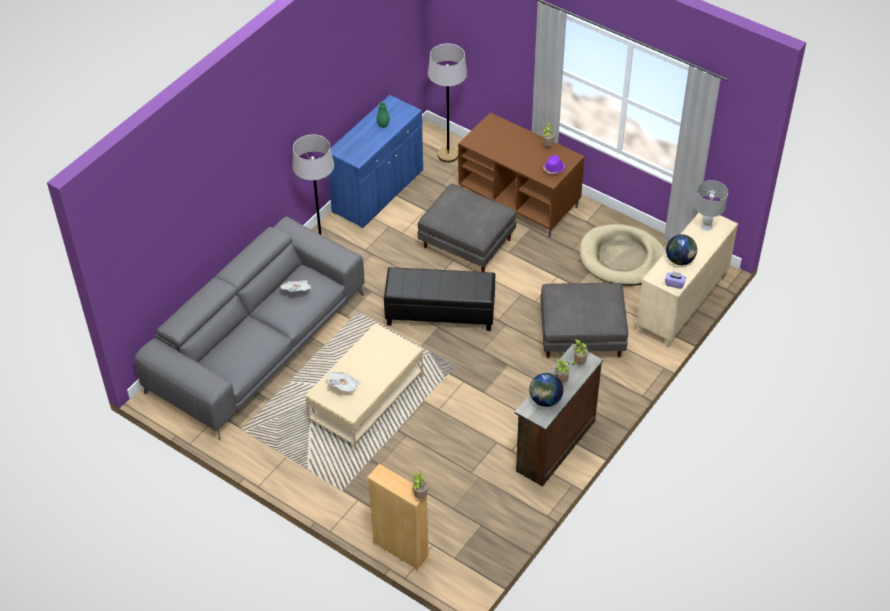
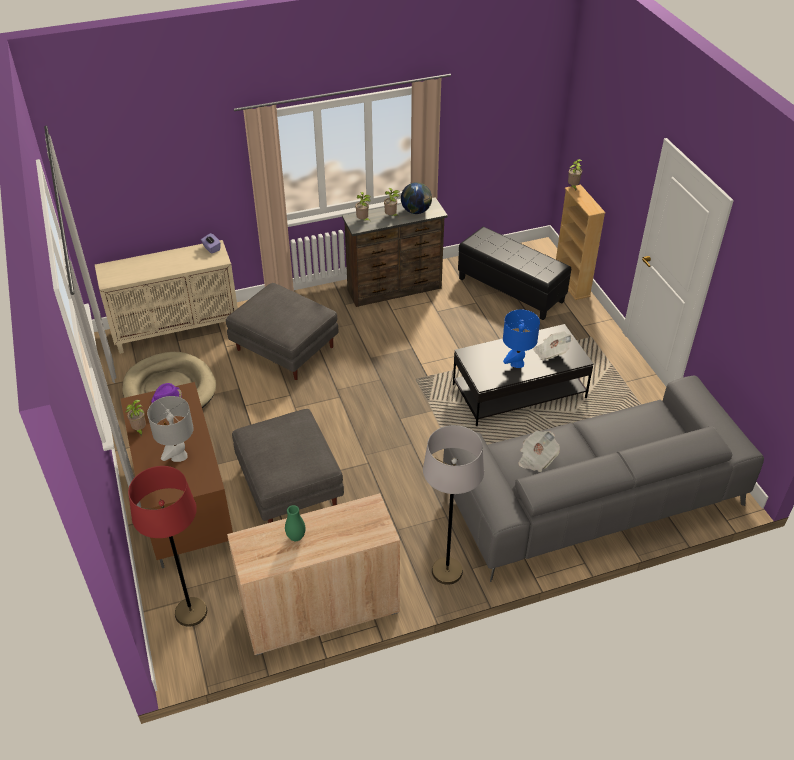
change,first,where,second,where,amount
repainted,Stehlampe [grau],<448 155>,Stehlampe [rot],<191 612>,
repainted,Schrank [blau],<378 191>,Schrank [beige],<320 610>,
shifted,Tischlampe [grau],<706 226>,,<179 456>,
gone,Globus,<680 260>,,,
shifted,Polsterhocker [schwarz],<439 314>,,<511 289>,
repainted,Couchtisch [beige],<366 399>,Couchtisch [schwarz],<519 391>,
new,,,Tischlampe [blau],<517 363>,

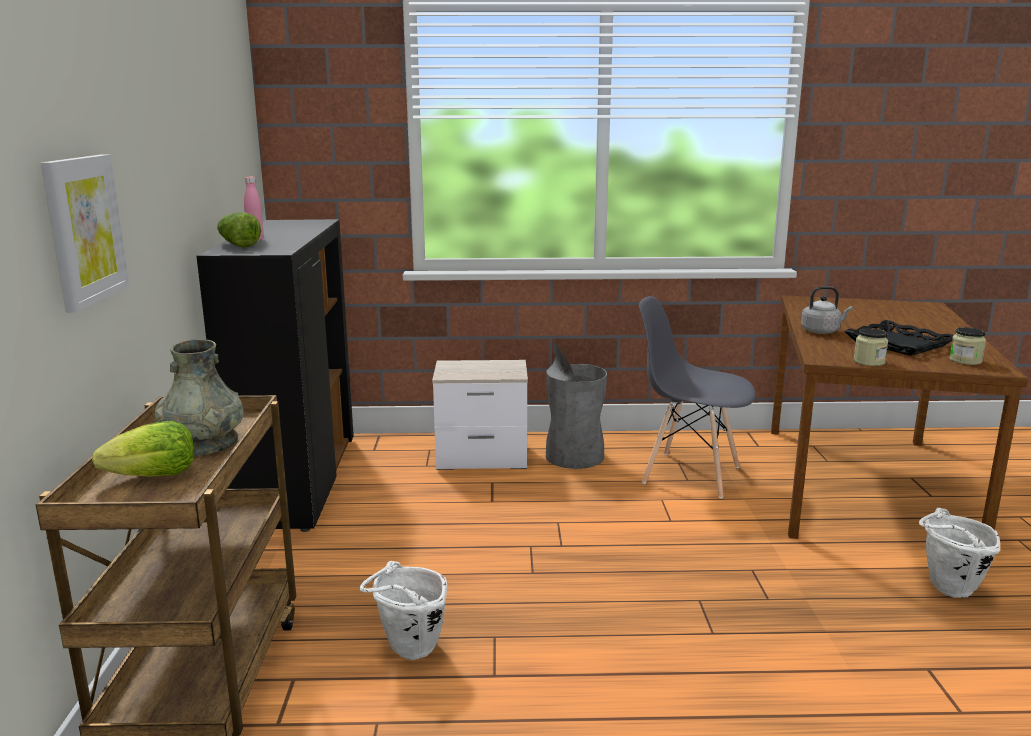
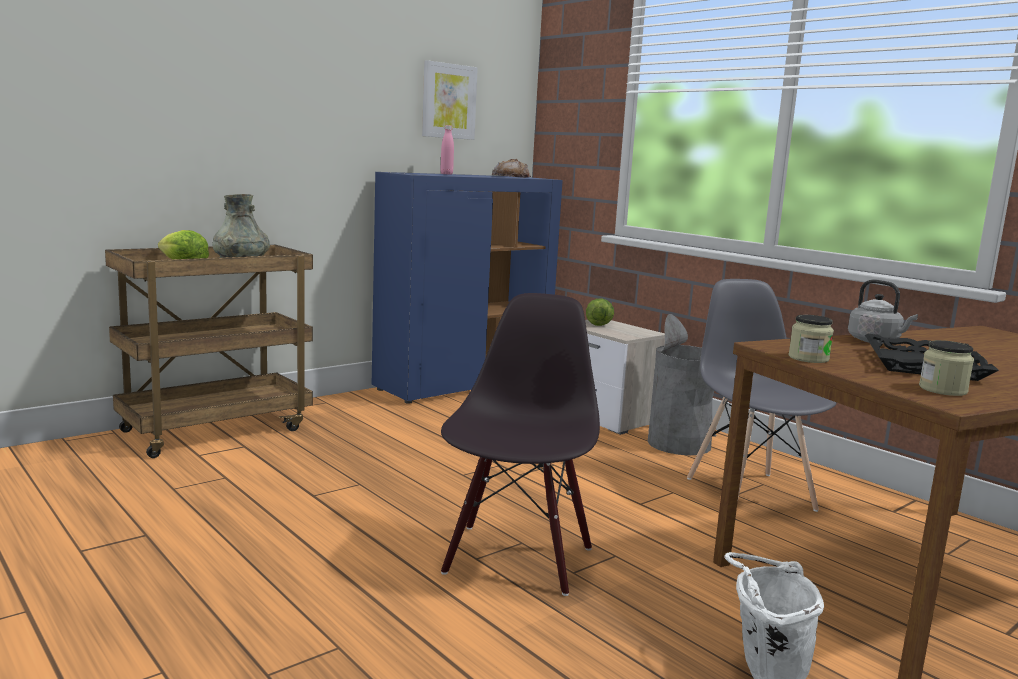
change,first,where,second,where,amount
shifted,Bild,<84 230>,,<448 101>,
shifted,Salatkopf,<238 245>,,<598 323>,
repainted,Schrank [schwarz],<298 481>,Schrank [blau],<464 384>,
gone,Eimer [weiß],<408 652>,,,
new,,,Brot,<511 177>,
new,,,Stuhl [schwarz],<516 559>,

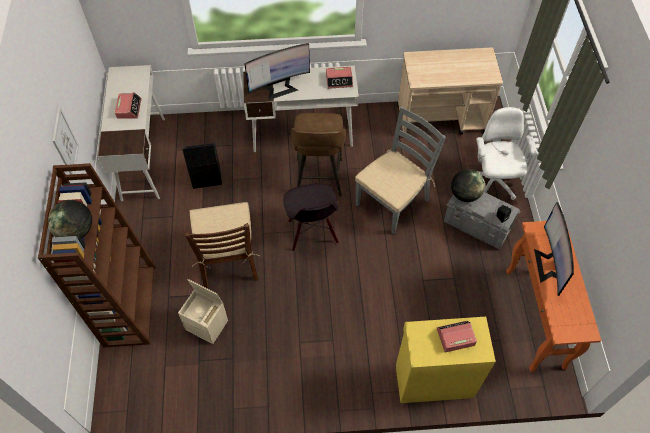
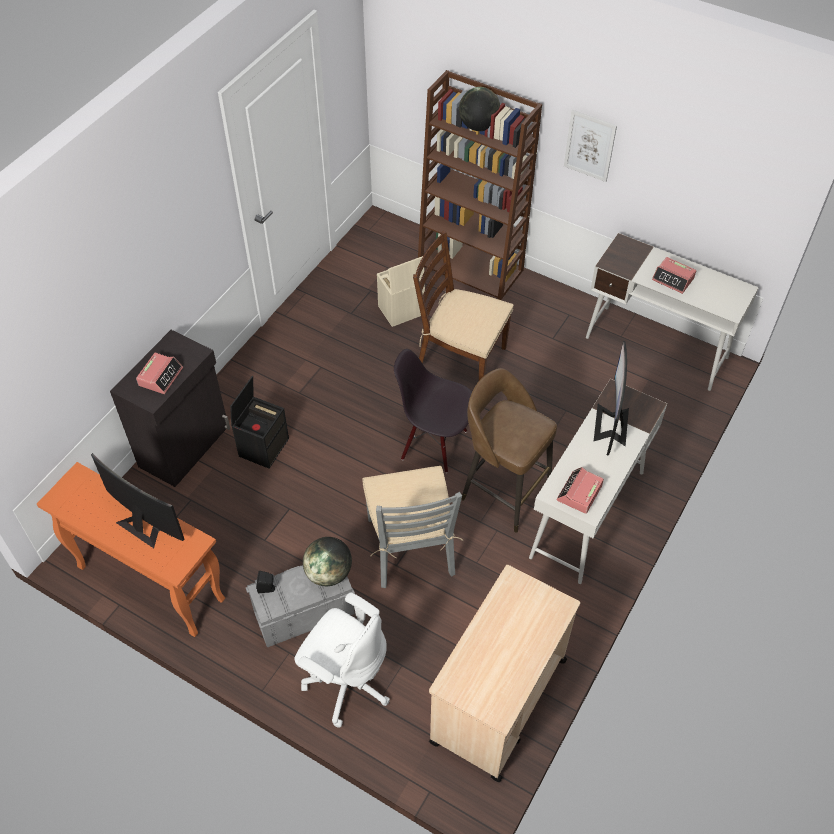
change,first,where,second,where,amount
shifted,Aufbewahrungsbox [schwarz],<205 177>,,<263 446>,
repainted,Schrank [gelb],<433 380>,Schrank [schwarz],<185 446>,

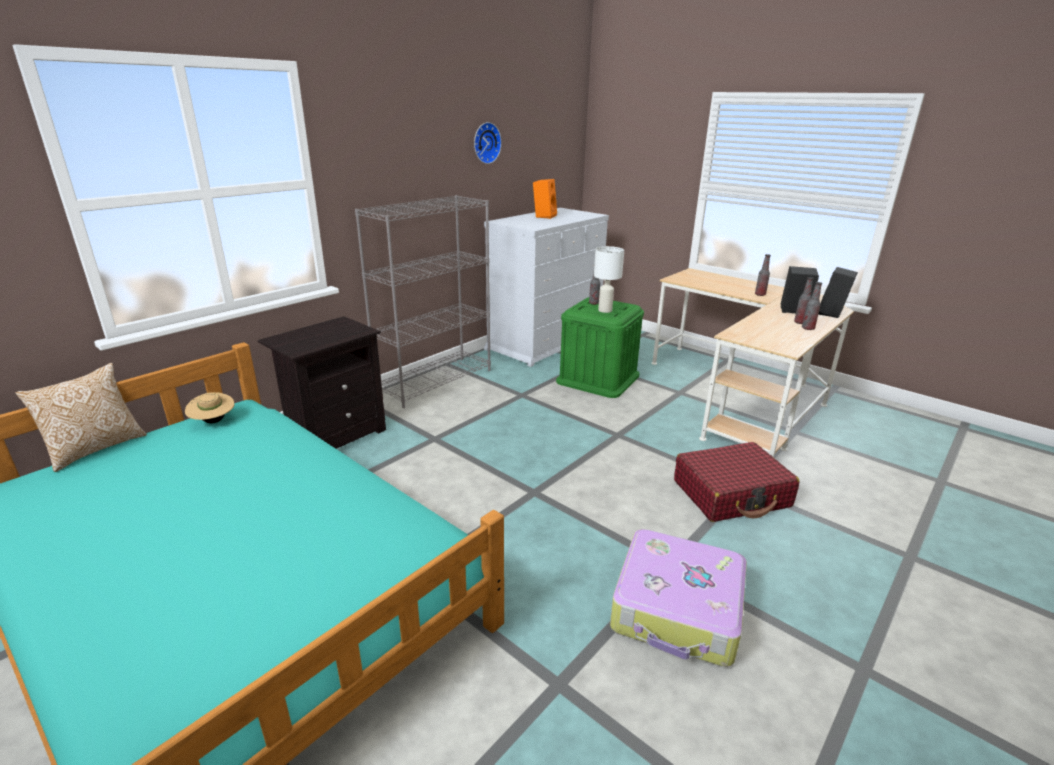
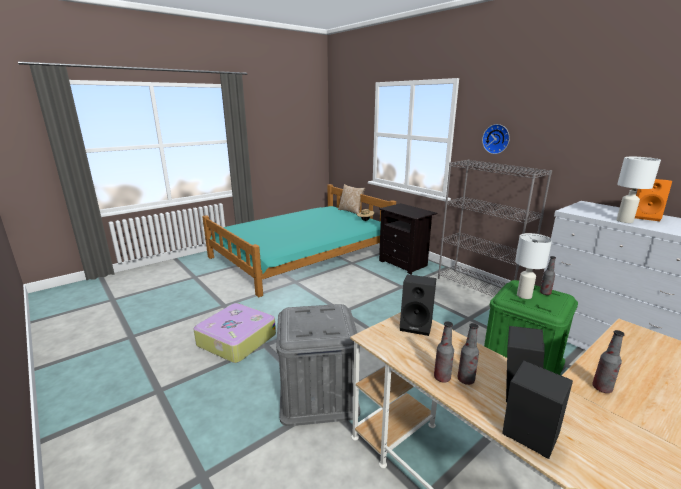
change,first,where,second,where,amount
shifted,Wanduhr,<485 143>,,<496 139>,
swapped,Koffer [rot],<731 494>,Aufbewahrungsbox [grau],<318 393>,
new,,,Tischlampe [weiß],<624 221>,
new,,,Lautsprecher [schwarz],<417 325>,

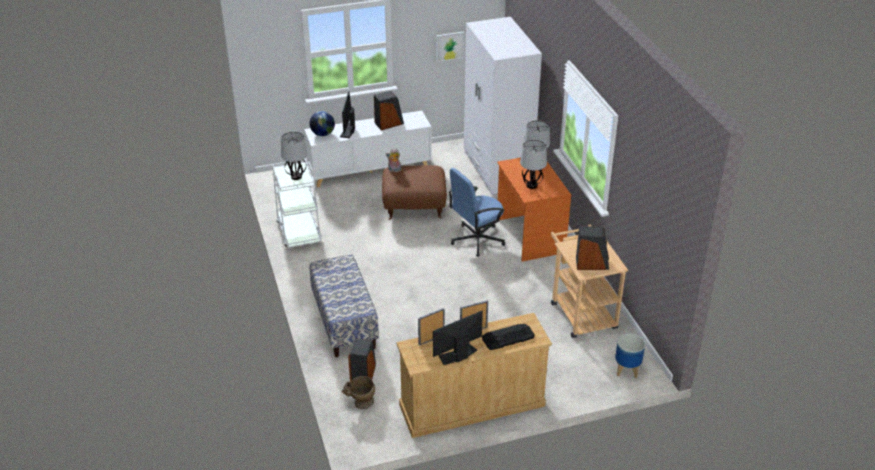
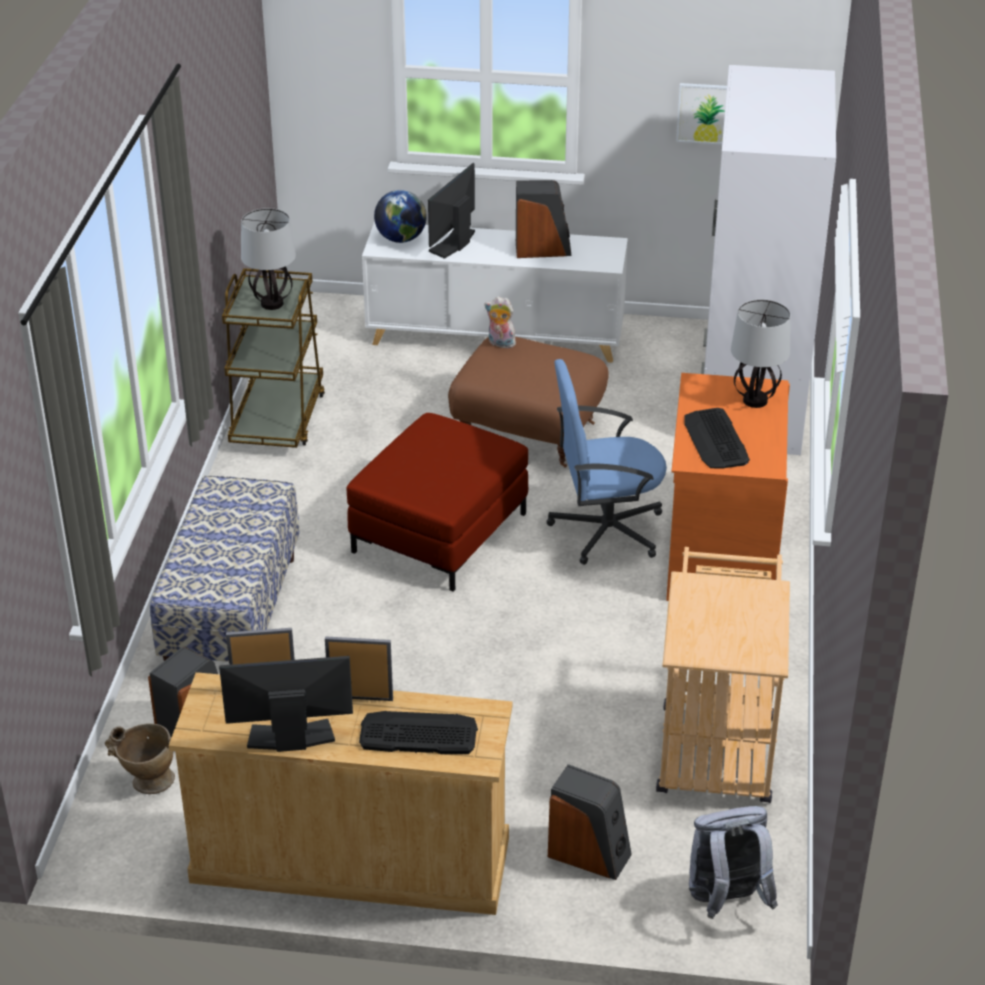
change,first,where,second,where,amount
swapped,Tischlampe,<532 185>,Tastatur,<715 440>,
repainted,Rollwagen [weiß],<299 232>,Rollwagen [braun],<278 419>,
shifted,Lautsprecher,<592 264>,,<589 853>,
swapped,Pflanzkübel,<627 370>,Rucksack [grau],<726 901>,
new,,,Polsterhocker [rot],<439 532>,

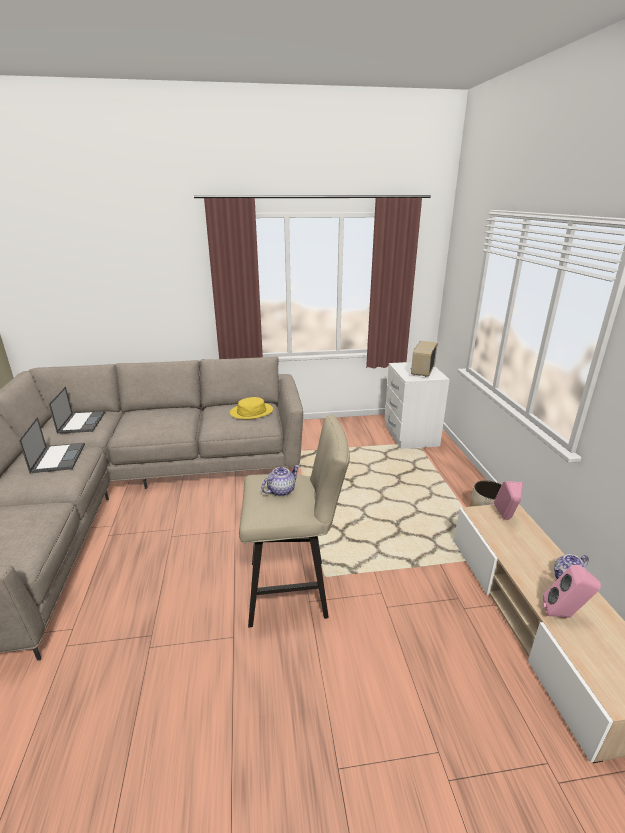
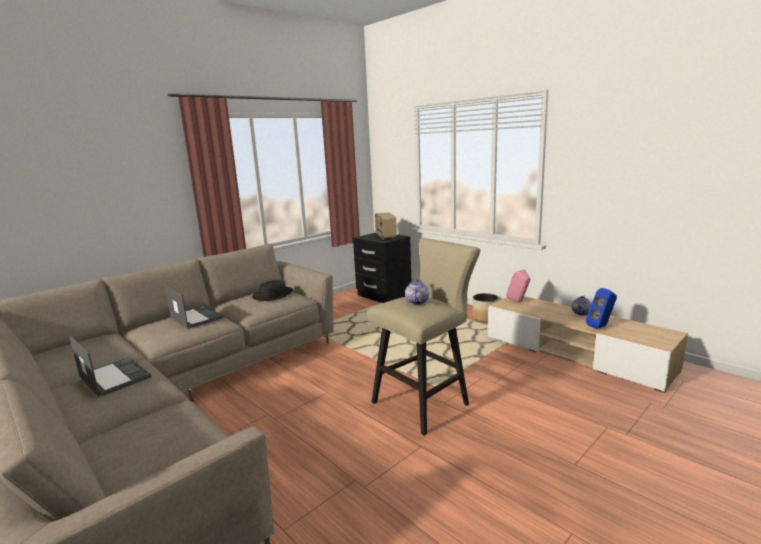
change,first,where,second,where,amount
repainted,Nachttisch [weiß],<410 435>,Nachttisch [schwarz],<383 295>,
shifted,Laptop,<81 422>,,<196 317>,
repainted,Hut [gelb],<251 412>,Hut [schwarz],<272 294>,
repainted,Lautsprecher [rosa],<563 615>,Lautsprecher [blau],<601 327>,

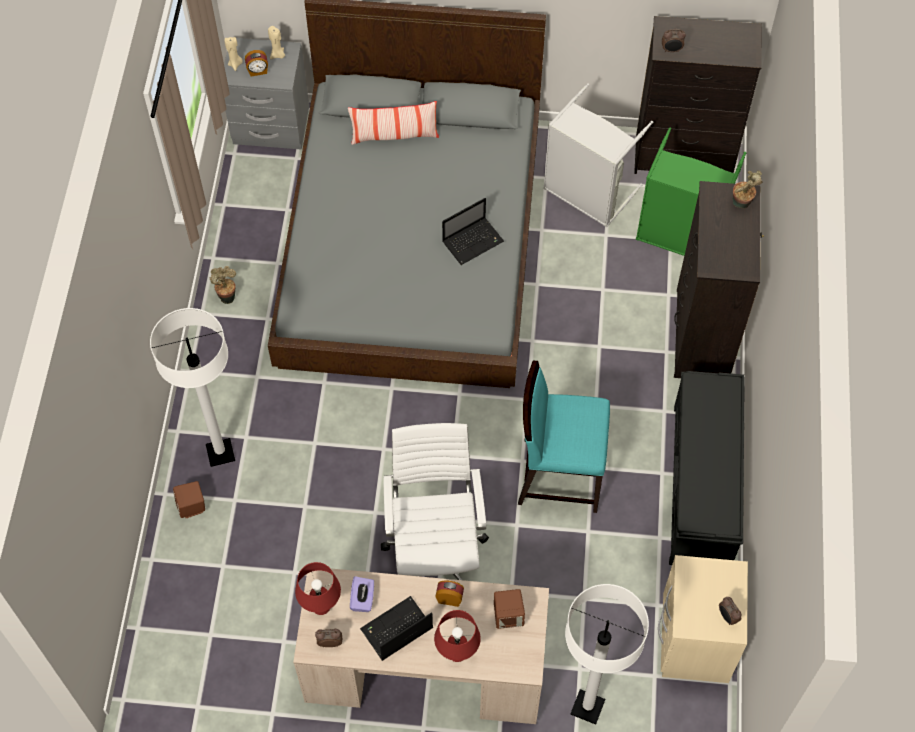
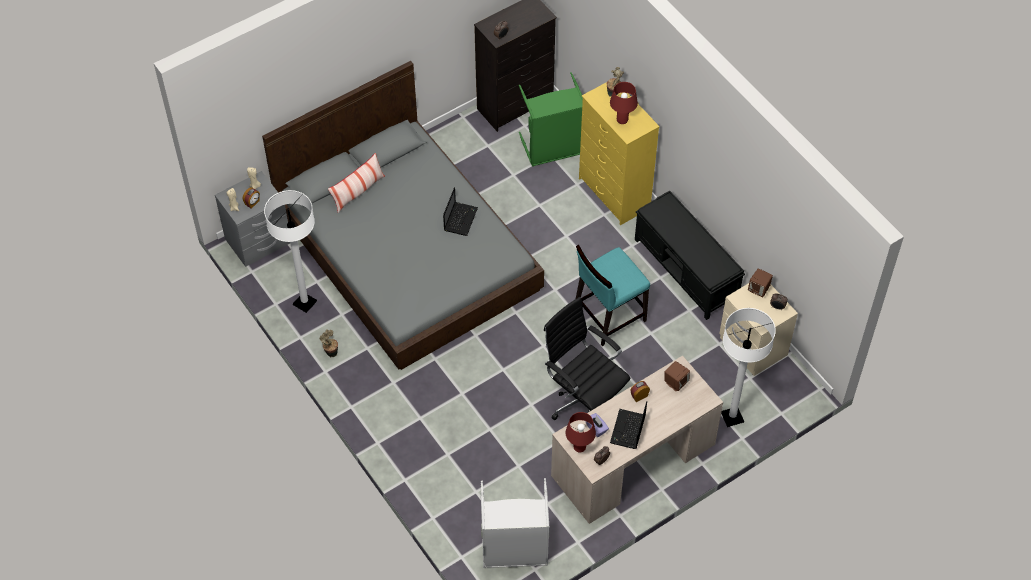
change,first,where,second,where,amount
shifted,Wäschekorb [grau],<586 194>,,<514 551>,
repainted,Kommode [schwarz],<701 336>,Kommode [gelb],<614 194>,
shifted,Stehlampe [weiß],<220 453>,,<305 303>,
repainted,Bürostuhl [weiß],<435 553>,Bürostuhl [schwarz],<583 401>,
shifted,Lautsprecher [braun],<192 506>,,<759 289>,
shifted,Tischlampe [rot],<456 654>,,<622 121>,

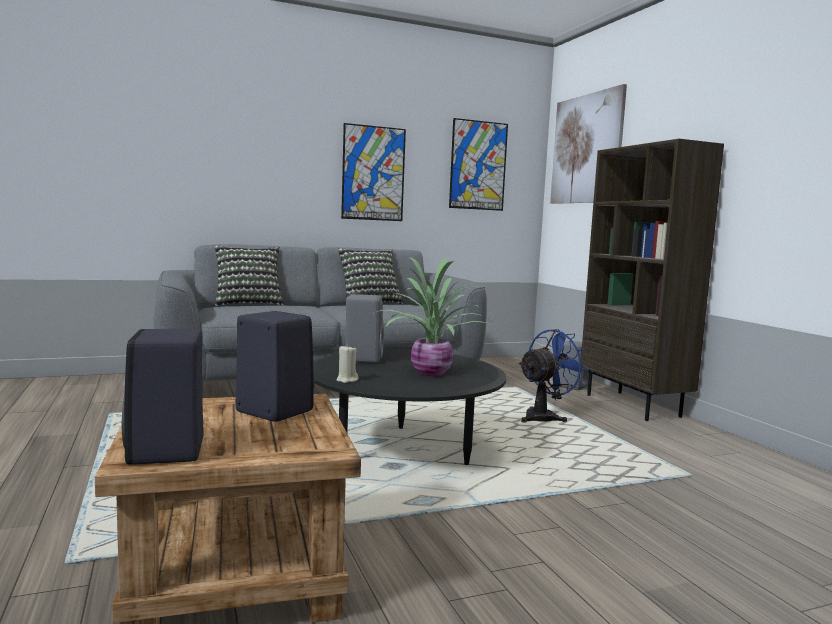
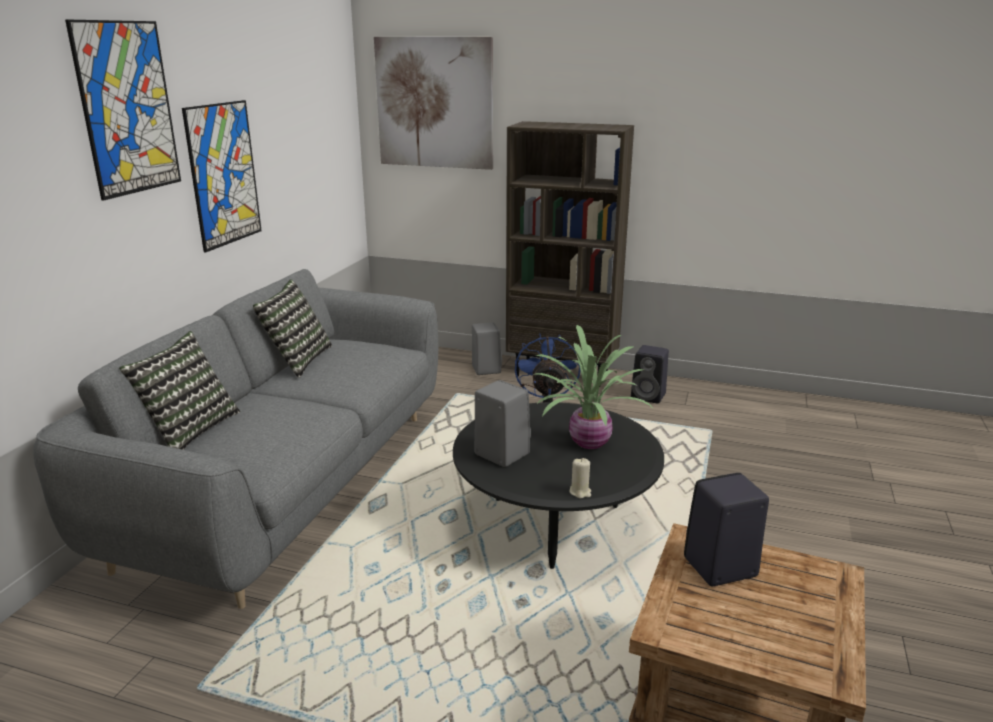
change,first,where,second,where,amount
shifted,Bild,<478 165>,,<127 108>,
shifted,Lautsprecher [schwarz],<167 452>,,<649 396>,

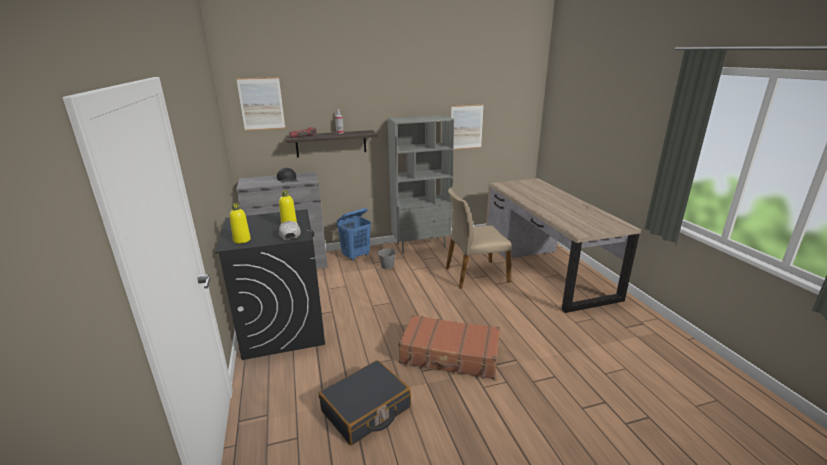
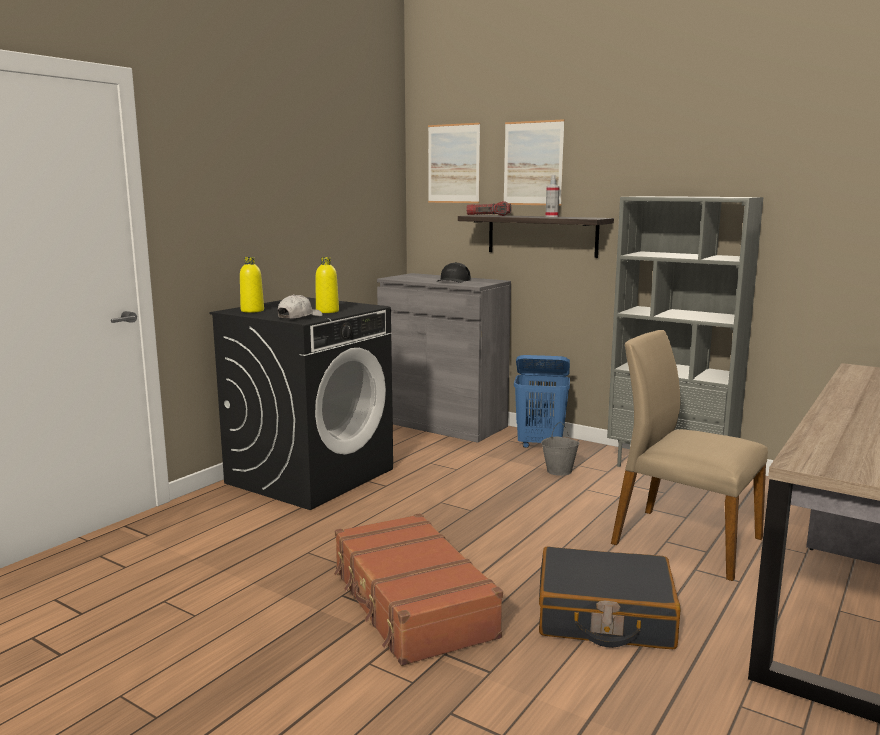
change,first,where,second,where,amount
shifted,Bild,<466 127>,,<533 163>,
shifted,Koffer [schwarz],<366 410>,,<604 616>,

